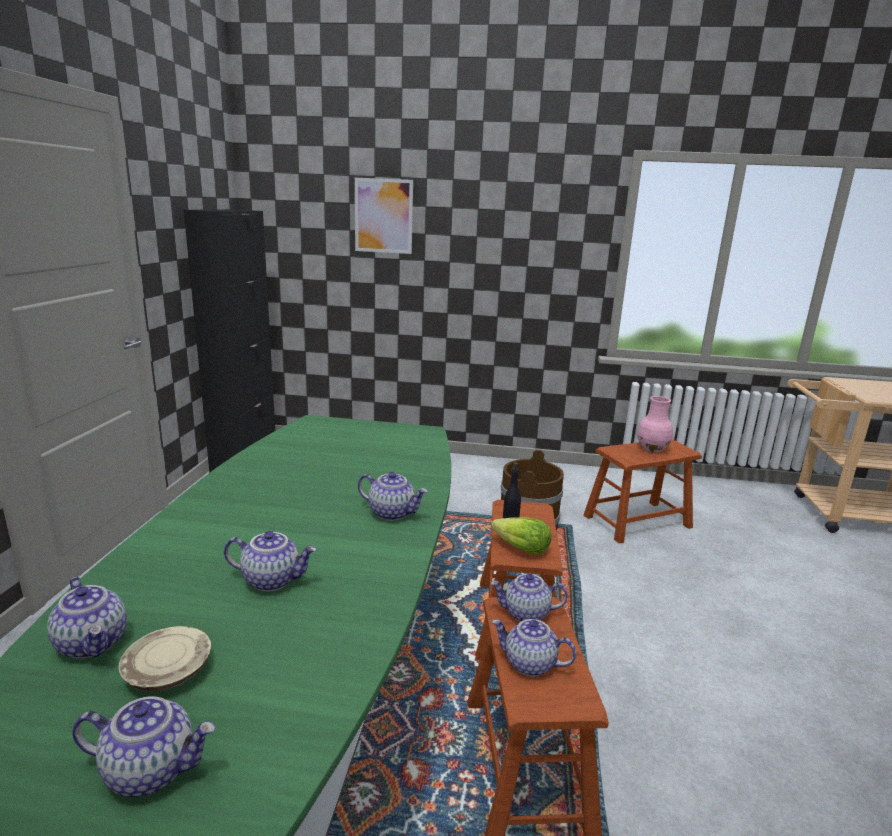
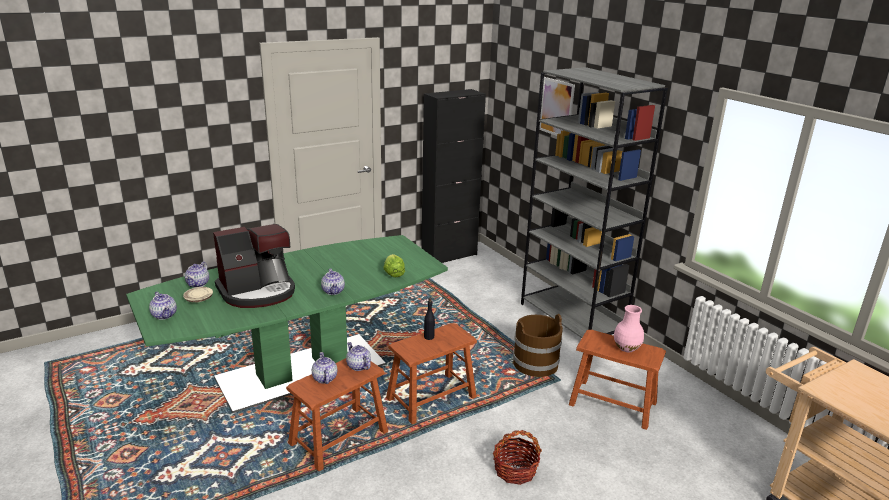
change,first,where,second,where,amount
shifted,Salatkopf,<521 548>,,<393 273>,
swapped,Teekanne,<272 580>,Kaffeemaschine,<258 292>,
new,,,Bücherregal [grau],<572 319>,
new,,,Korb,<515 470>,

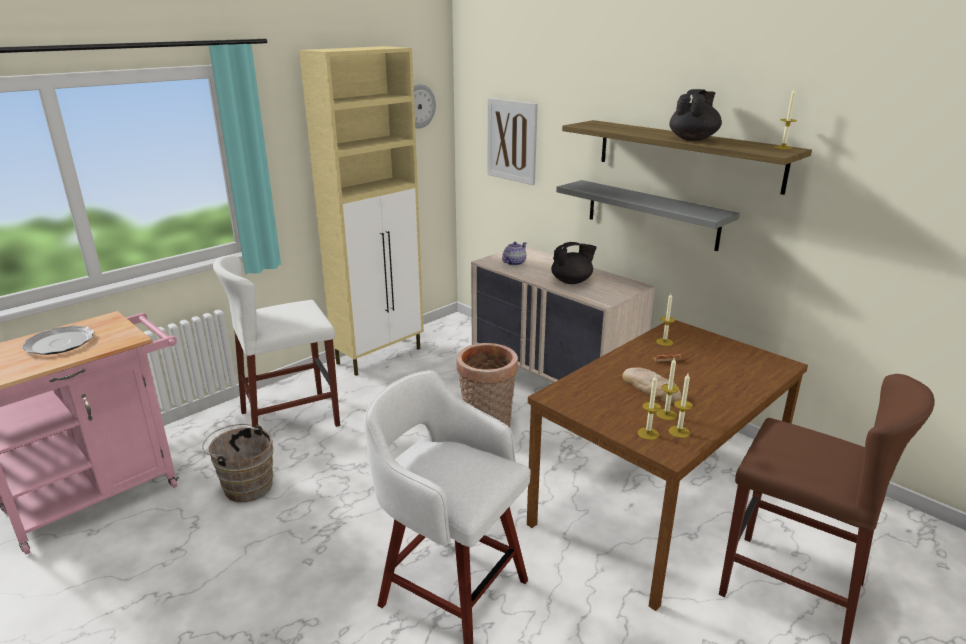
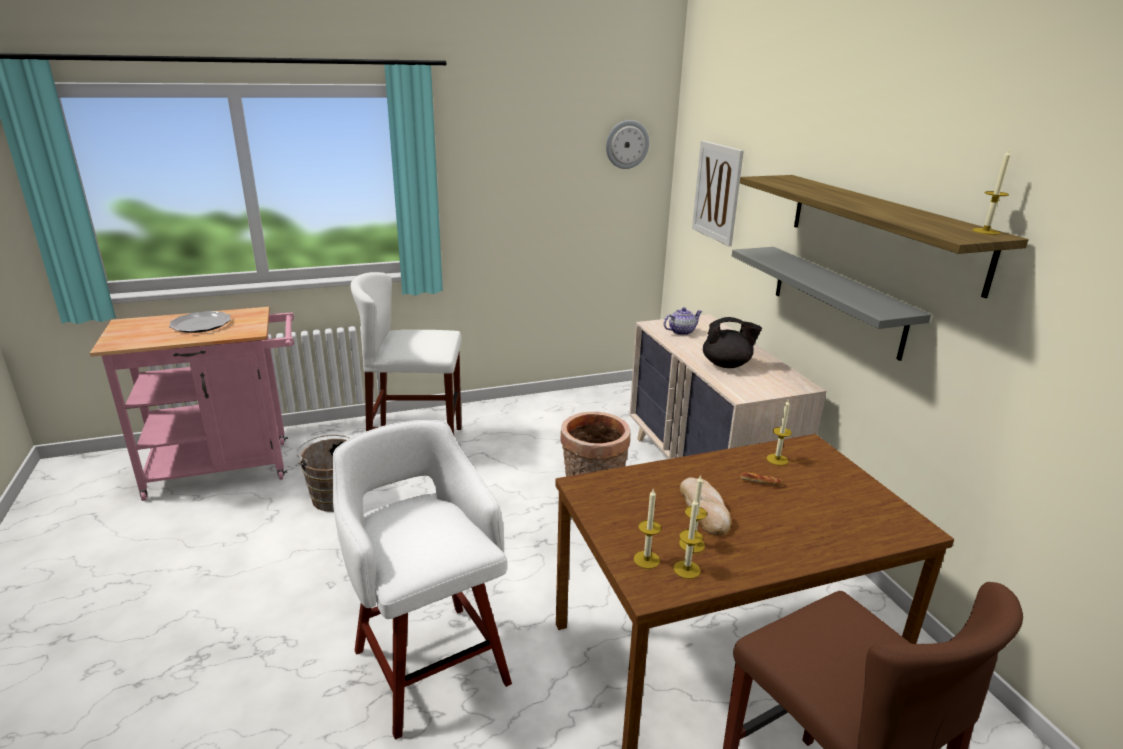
change,first,where,second,where,amount
gone,Schrank [beige],<380 355>,,,
gone,Teekanne [schwarz],<693 139>,,,

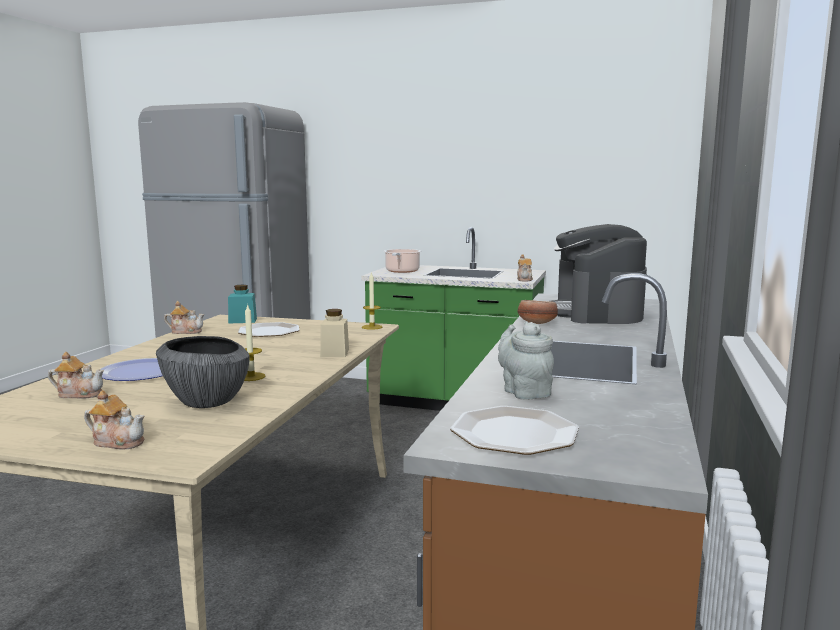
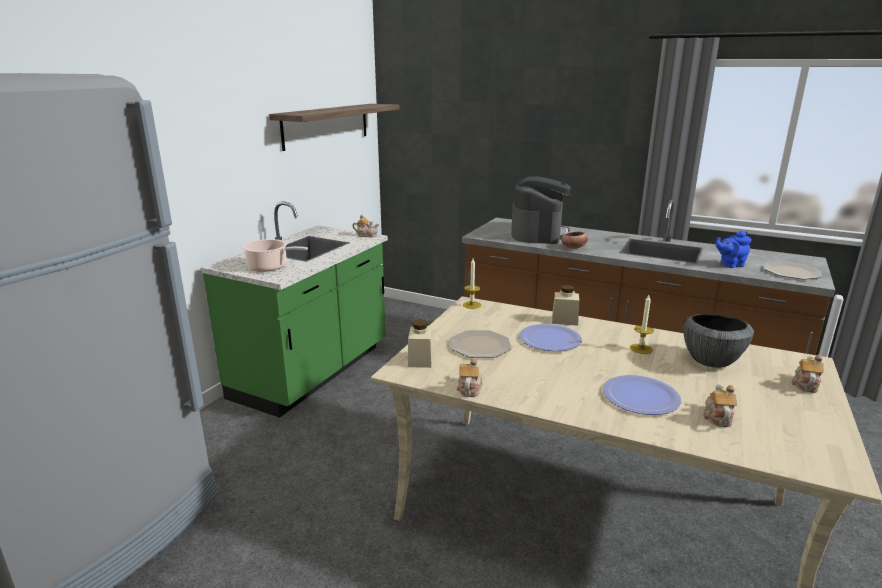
change,first,where,second,where,amount
rotated,Kaffeemaschine,<596 312>,,<539 233>,90 degrees counterclockwise
repainted,Vorratsglas [türkis],<242 321>,Vorratsglas [beige],<420 360>,
repainted,Teekanne [grau],<524 392>,Teekanne [blau],<730 265>,
new,,,Wandregal,<326 125>,
new,,,Teller,<549 339>,

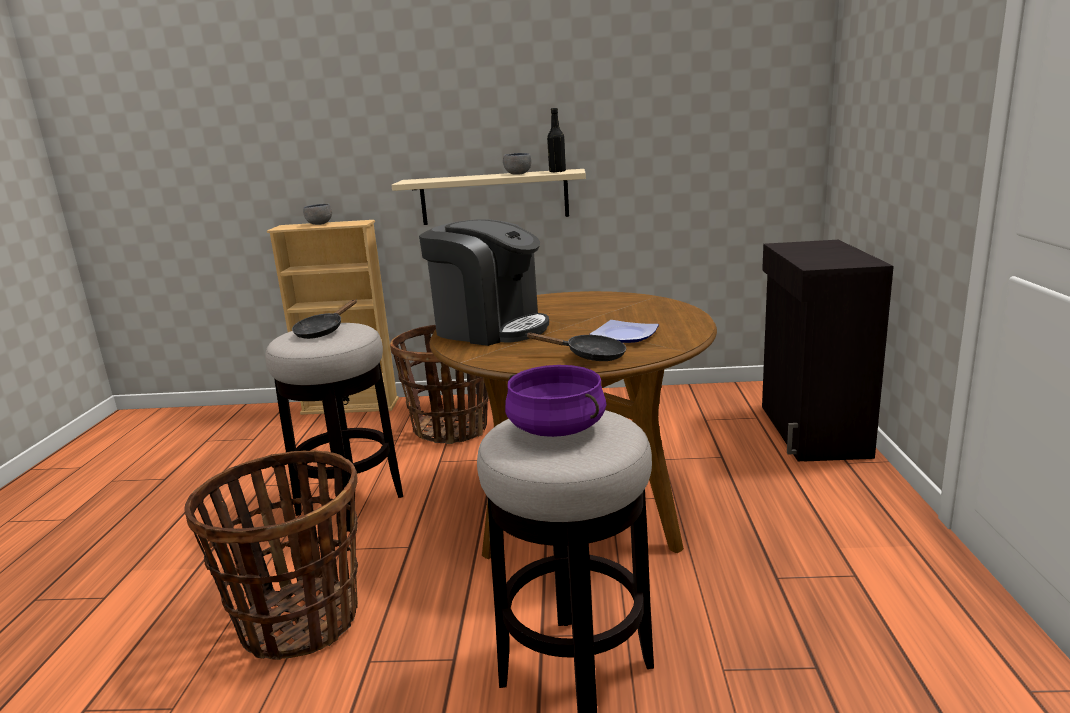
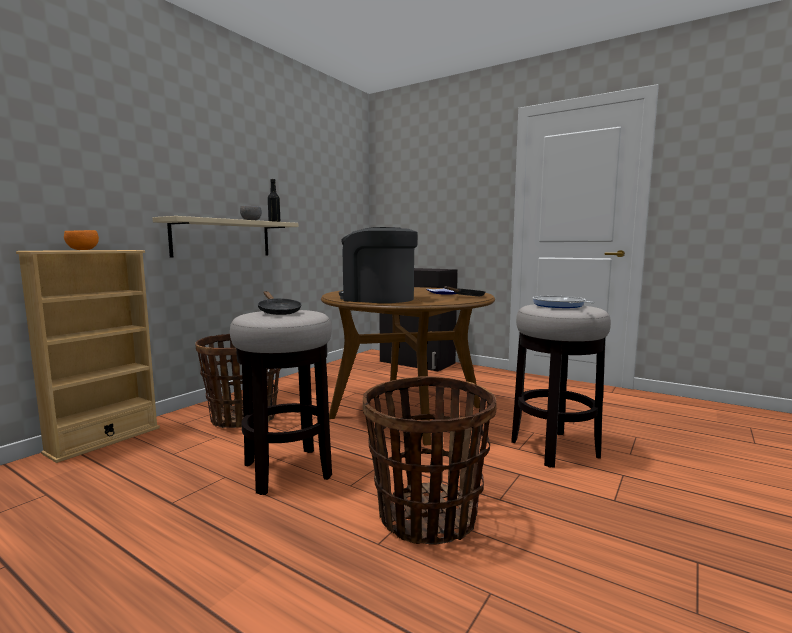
change,first,where,second,where,amount
repainted,Schüssel [grau],<318 224>,Schüssel [orange],<81 250>,
rotated,Kaffeemaschine,<489 328>,,<378 299>,120 degrees counterclockwise
swapped,Kochtopf [lila],<555 428>,Pfanne,<559 305>,

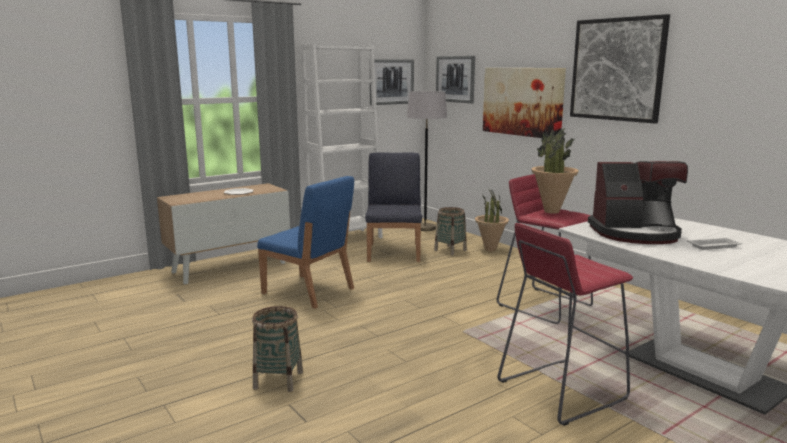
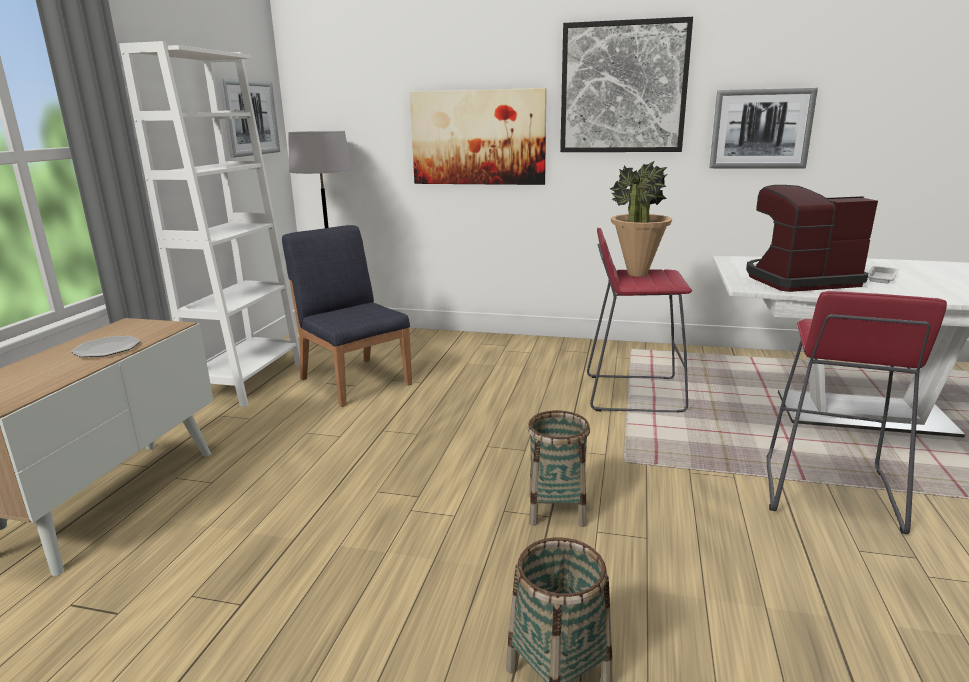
change,first,where,second,where,amount
shifted,Bild,<455 79>,,<761 129>,
rotated,Kaffeemaschine,<635 233>,,<799 280>,150 degrees counterclockwise
gone,Stuhl [blau],<309 291>,,,
gone,Topfpflanze,<490 249>,,,
shifted,Korb,<450 250>,,<556 509>,

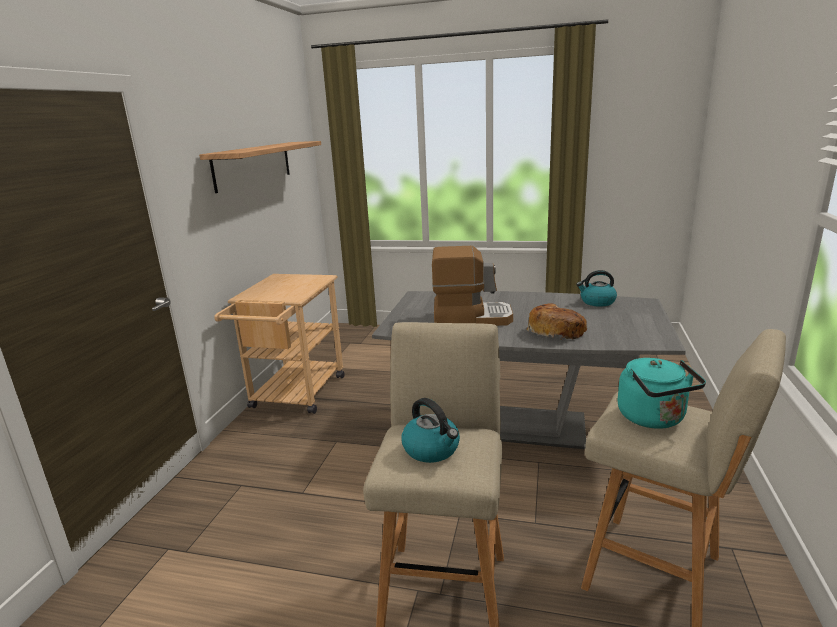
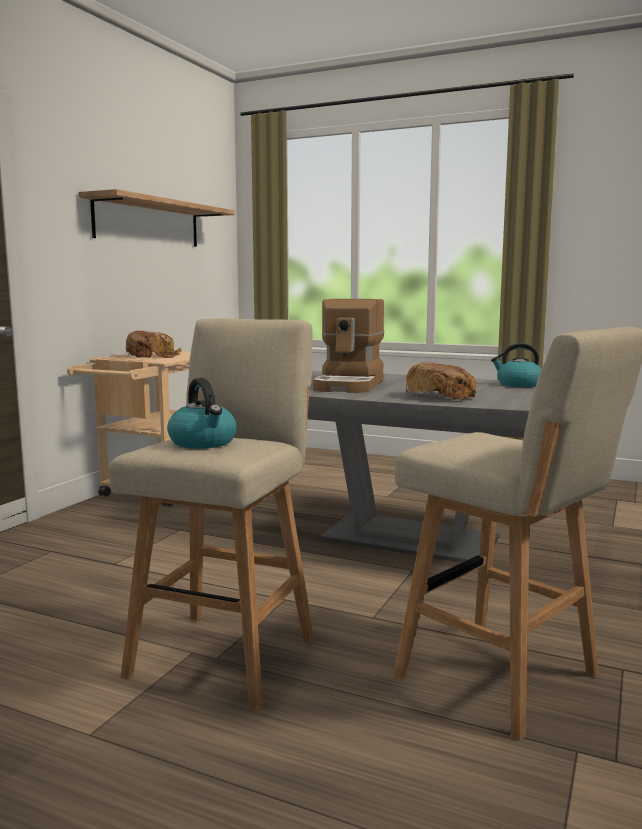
change,first,where,second,where,amount
rotated,Kaffeemaschine,<471 317>,,<350 385>,90 degrees clockwise
gone,Wasserkessel [türkis],<654 419>,,,
new,,,Brot,<152 356>,

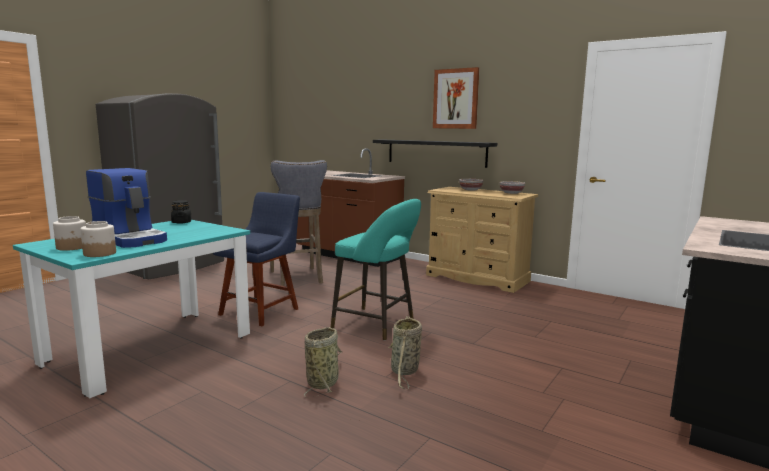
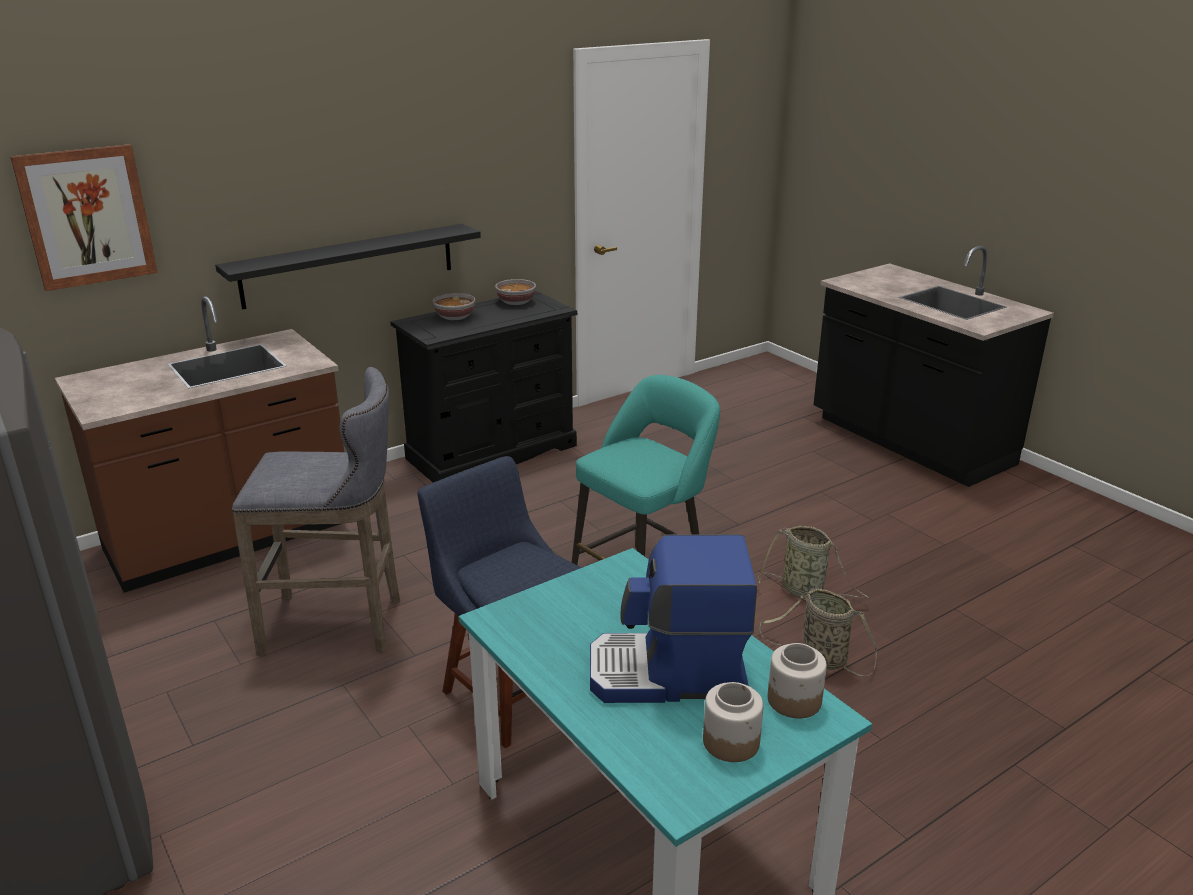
change,first,where,second,where,amount
shifted,Bild,<456 99>,,<87 216>,
rotated,Kaffeemaschine,<131 238>,,<668 675>,150 degrees counterclockwise
repainted,Kommode [beige],<477 278>,Kommode [schwarz],<492 452>,
gone,Vorratsglas [schwarz],<181 222>,,,

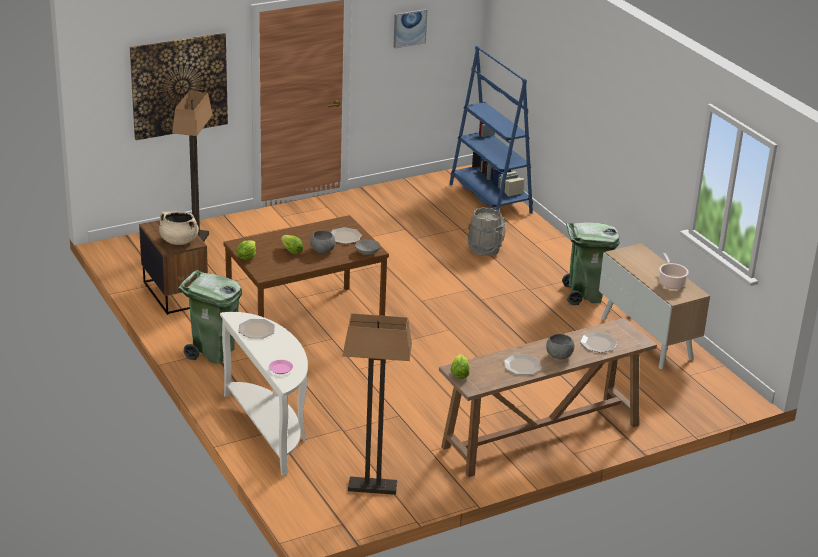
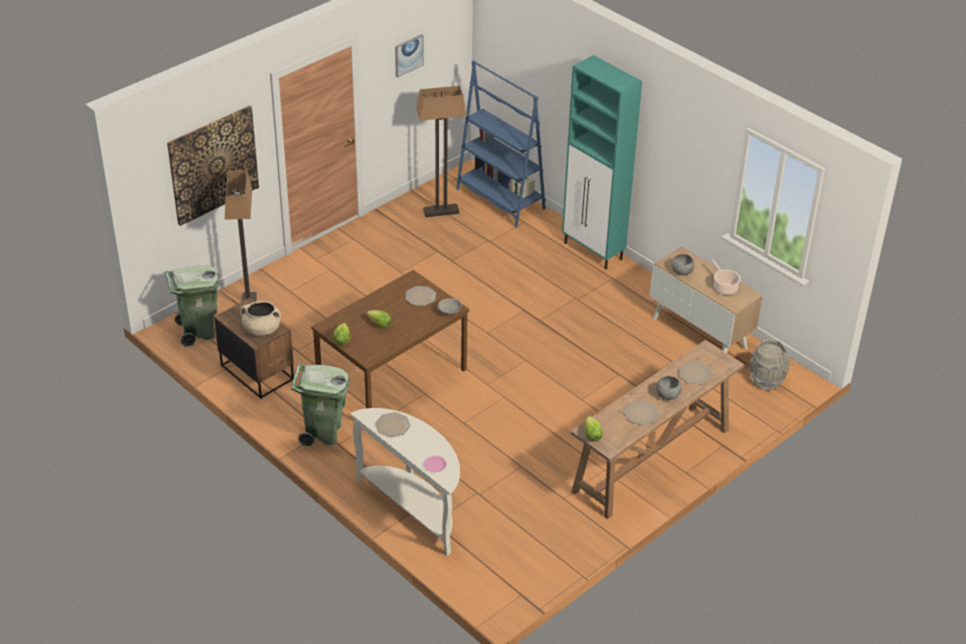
change,first,where,second,where,amount
shifted,Eimer [grau],<485 249>,,<766 380>,
shifted,Mülleimer [grün],<584 295>,,<198 331>,
shifted,Schüssel [grau],<322 250>,,<681 271>,
shifted,Stehlampe,<372 487>,,<441 212>,
new,,,Schrank [türkis],<593 252>,

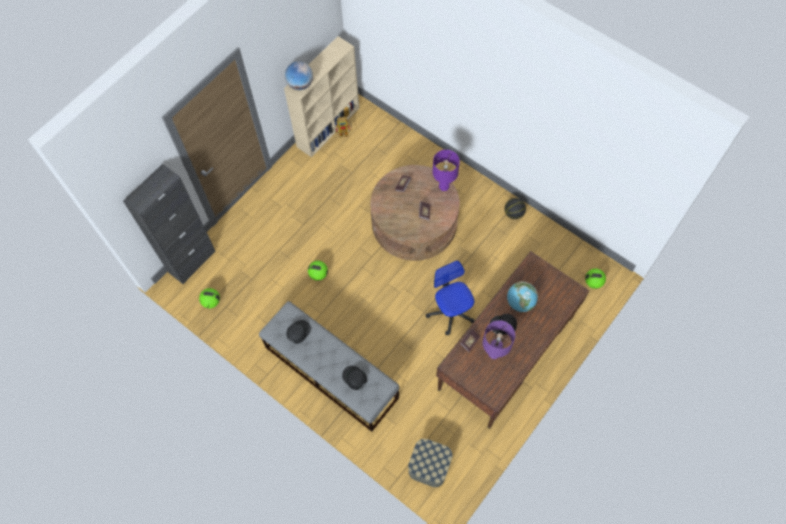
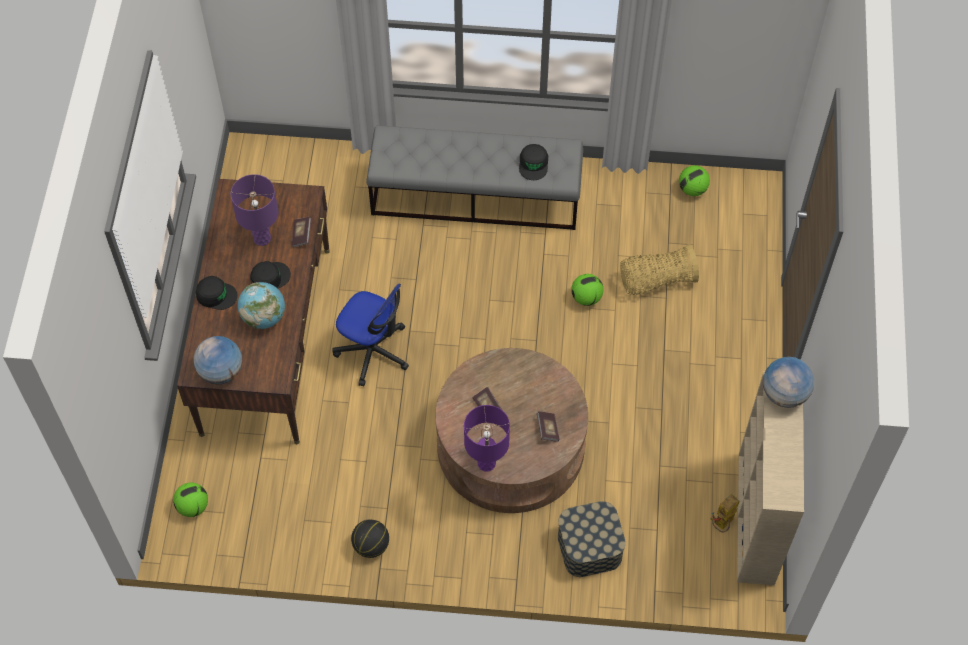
change,first,where,second,where,amount
gone,Schrank [schwarz],<192 262>,,,
shifted,Kappe [schwarz],<354 378>,,<216 295>,
shifted,Aufbewahrungsbox,<429 465>,,<589 547>,
new,,,Korb,<655 280>,
new,,,Globus,<221 372>,

